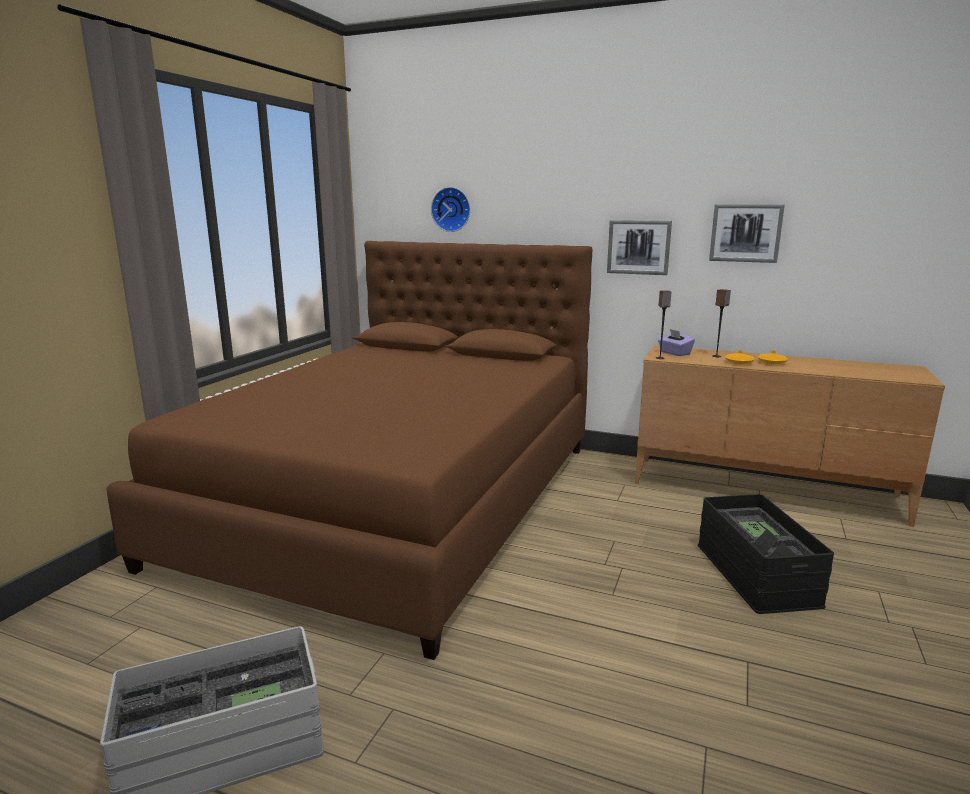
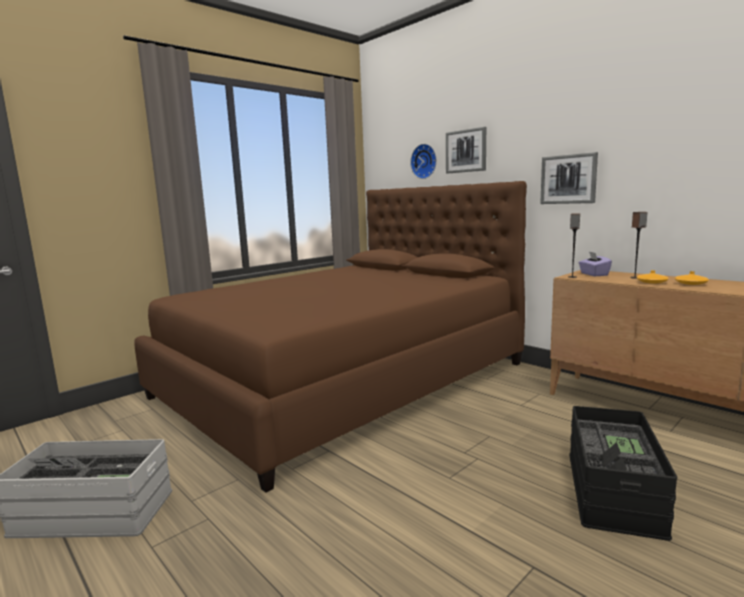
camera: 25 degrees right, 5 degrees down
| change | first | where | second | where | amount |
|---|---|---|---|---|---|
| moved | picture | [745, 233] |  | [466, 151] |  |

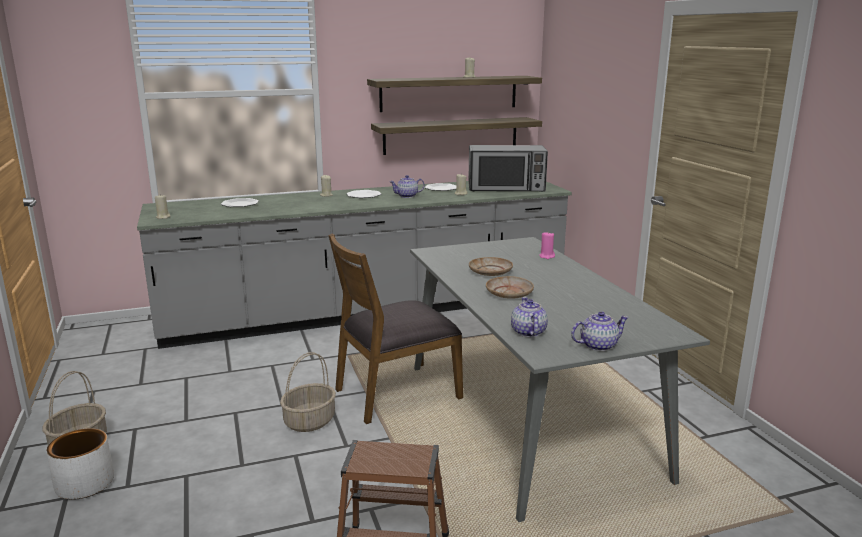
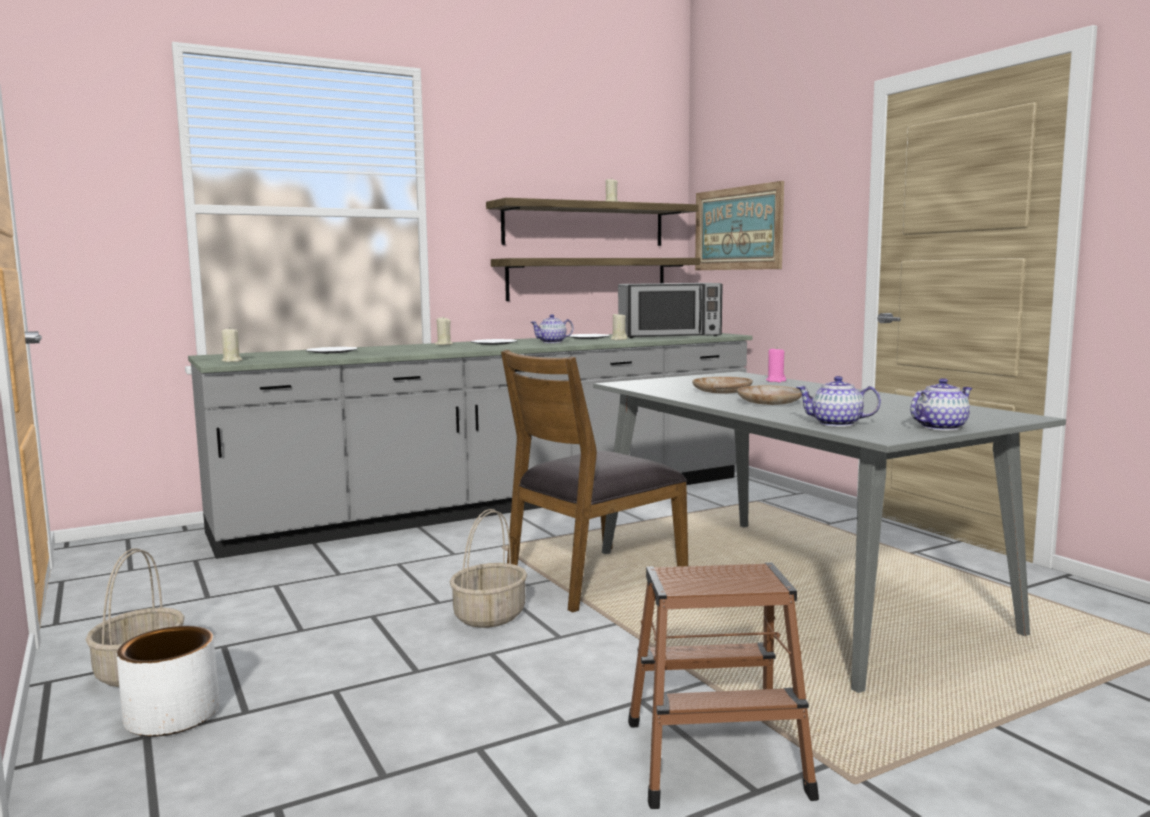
camera: 10 degrees left, 10 degrees down
| change | first | where | second | where | amount |
|---|---|---|---|---|---|
| turned | teapot | [528, 332] |  | [837, 424] | 60 degrees counterclockwise |
| added |  |  | picture | [737, 228] |  |

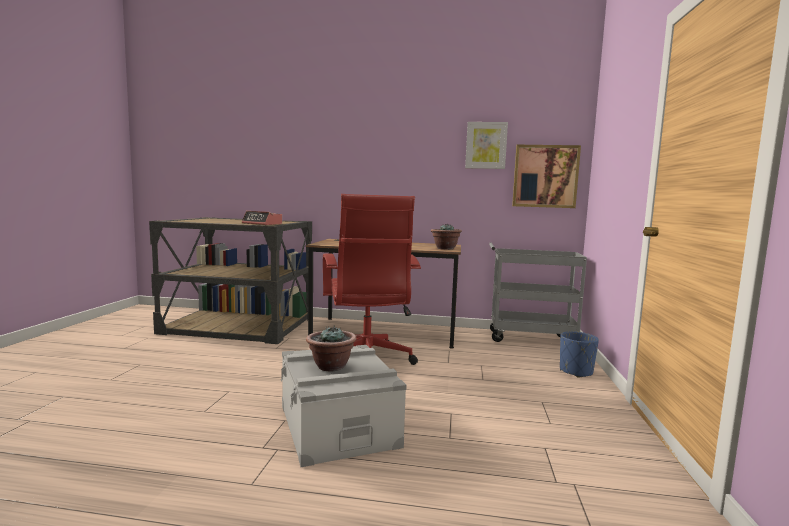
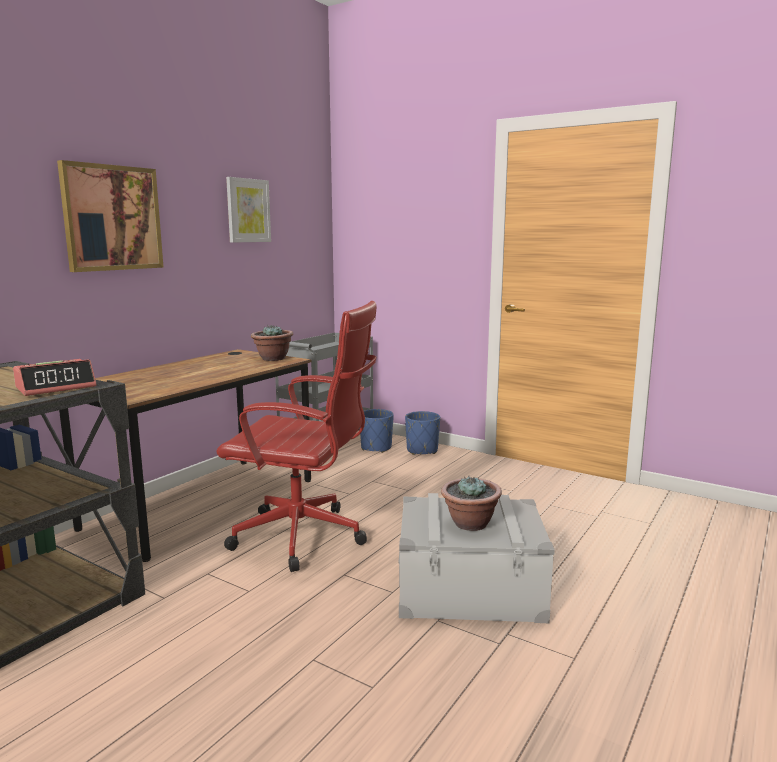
camera: 65 degrees left, 5 degrees up
| change | first | where | second | where | amount |
|---|---|---|---|---|---|
| moved | picture | [545, 176] |  | [112, 218] |  |
| added |  |  | blue planter | [376, 448] |  |

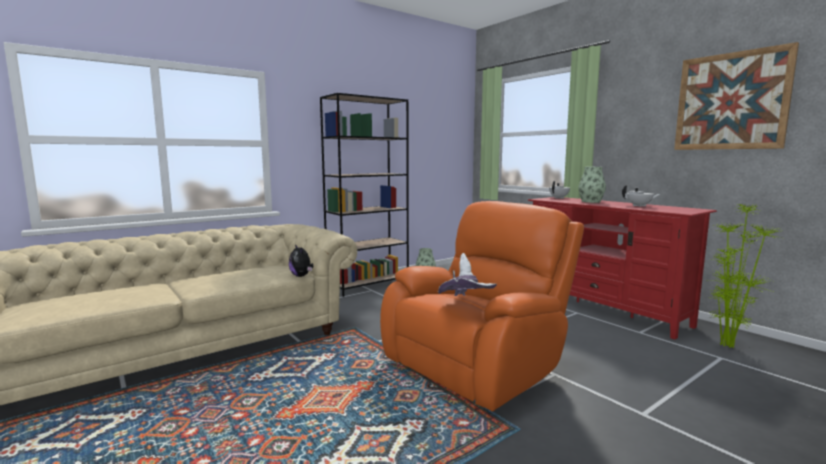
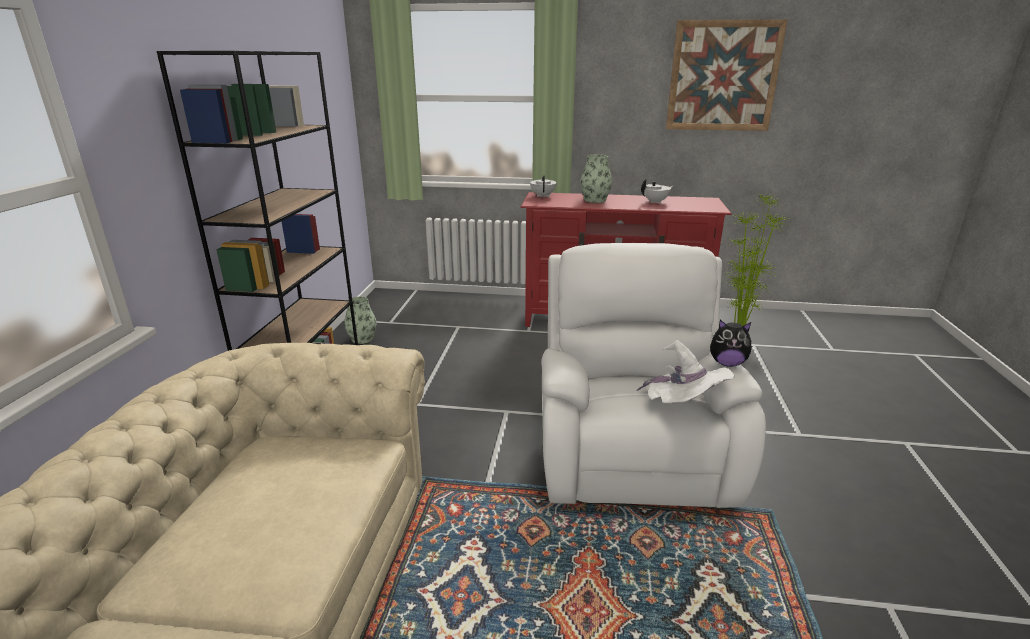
camera: 45 degrees left, 15 degrees up
| change | first | where | second | where | amount |
|---|---|---|---|---|---|
| moved | plush toy | [301, 276] |  | [727, 363] |  |
| recoloured | orange armchair | [477, 365] | white armchair | [632, 454] |  |

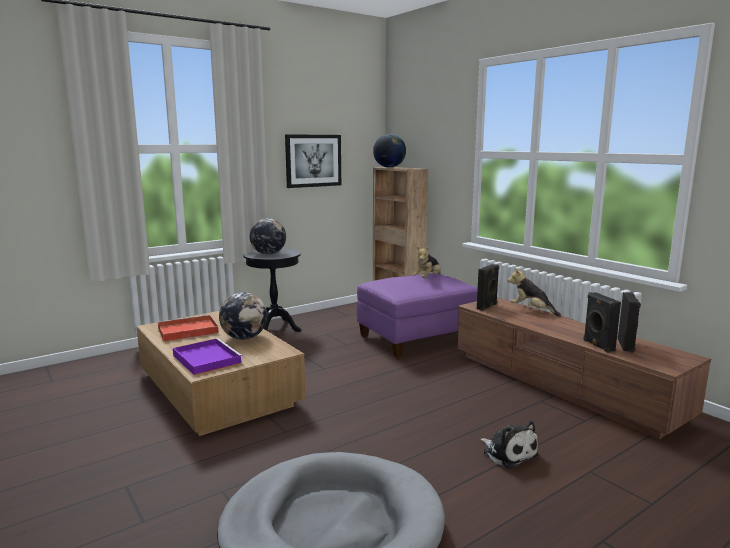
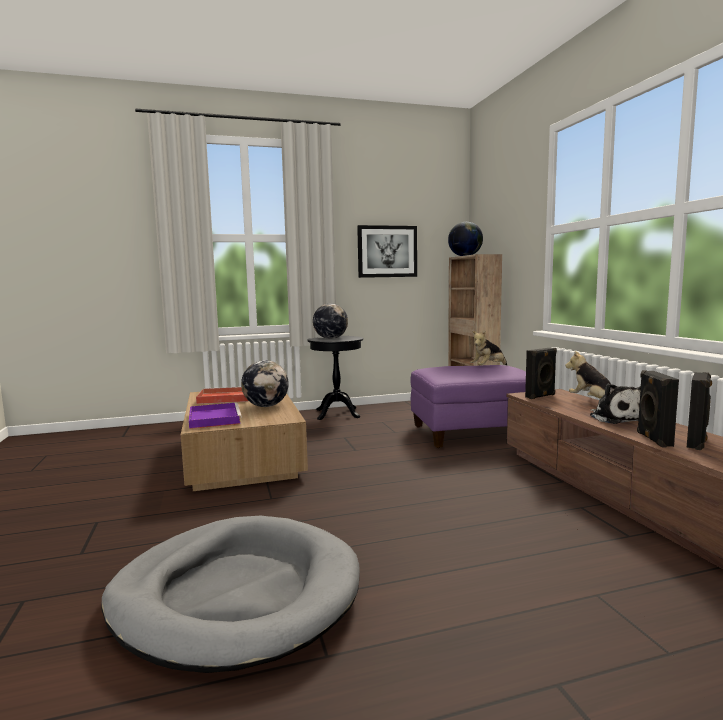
camera: 20 degrees right, 5 degrees down
| change | first | where | second | where | amount |
|---|---|---|---|---|---|
| moved | plush toy | [508, 453] |  | [616, 418] |  |

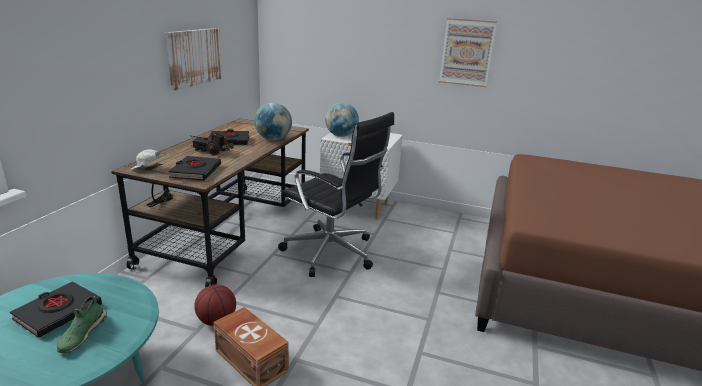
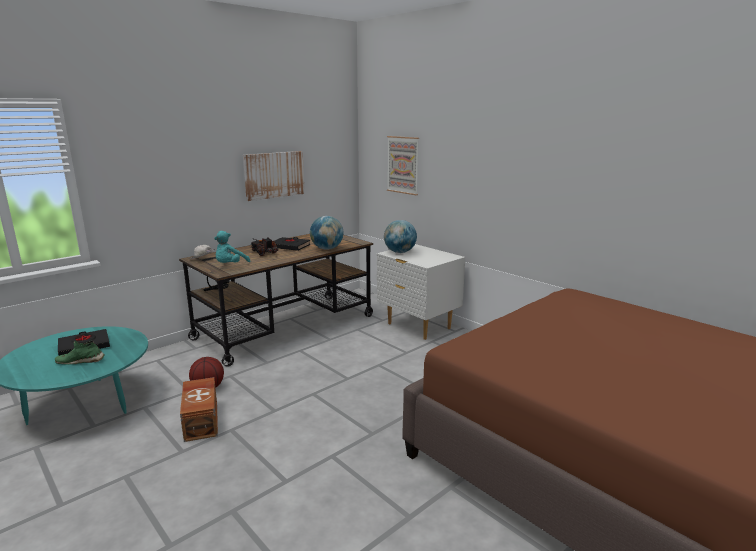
camera: 30 degrees right, 5 degrees down
| change | first | where | second | where | amount |
|---|---|---|---|---|---|
| turned | green shoe | [82, 334] |  | [81, 361] | 45 degrees clockwise |
| replaced | black book | [195, 171] | turquoise plush toy | [230, 265] |  |
| removed | black office chair | [332, 253] |  |  |  |
| moved | picture | [467, 52] |  | [403, 165] |  |

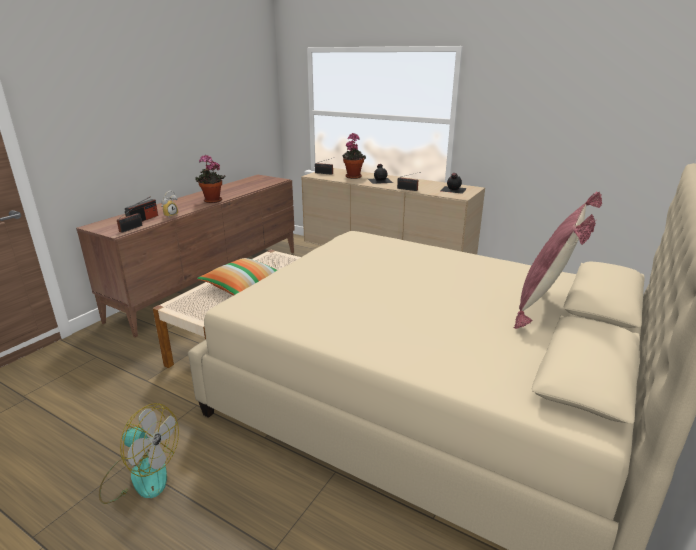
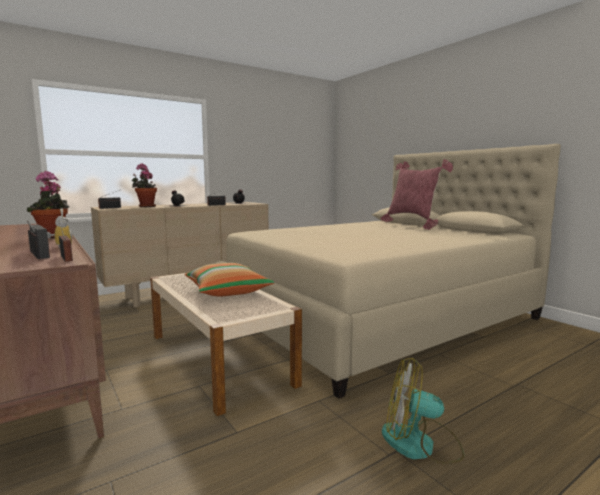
camera: 65 degrees left, 15 degrees down
| change | first | where | second | where | amount |
|---|---|---|---|---|---|
| turned | fan | [140, 475] |  | [420, 444] | 120 degrees counterclockwise |

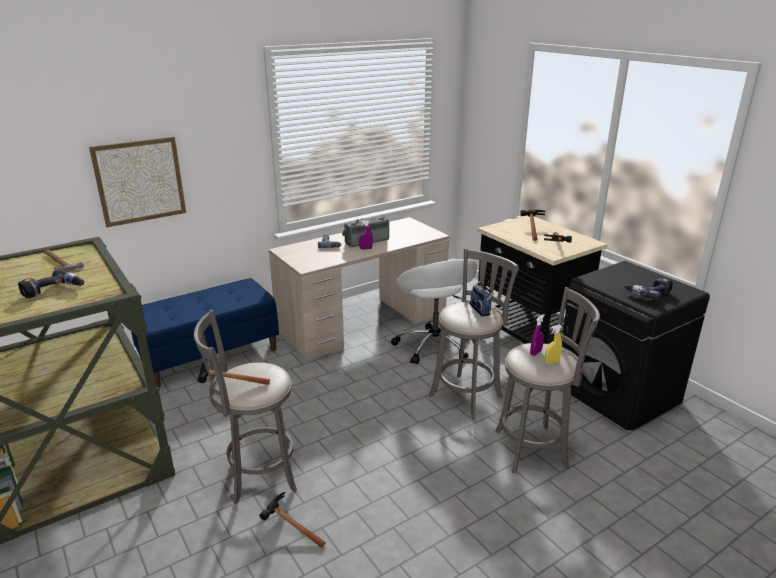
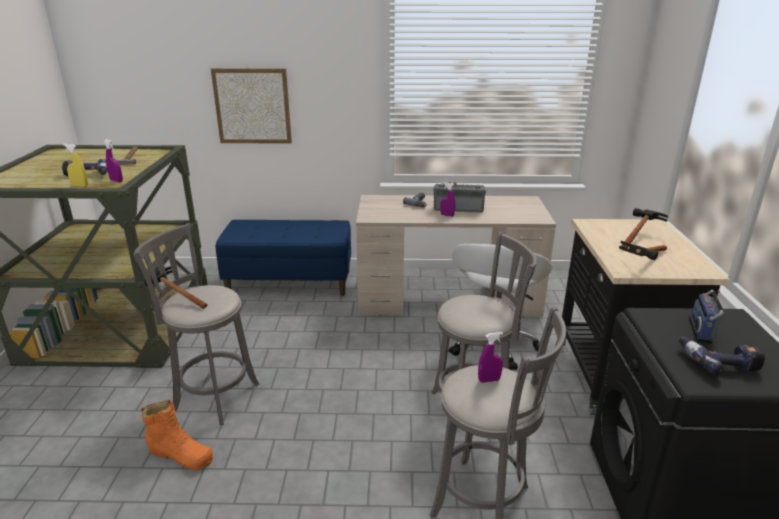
camera: 35 degrees right, 0 degrees up
| change | first | where | second | where | amount |
|---|---|---|---|---|---|
| replaced | hammer | [288, 528] | orange boot | [180, 454] |  |
| moved | radio | [481, 309] |  | [703, 331] |  |
| moved | yellow spray bottle | [551, 362] |  | [80, 186] |  |
| added |  |  | purple spray bottle | [116, 181] |  |

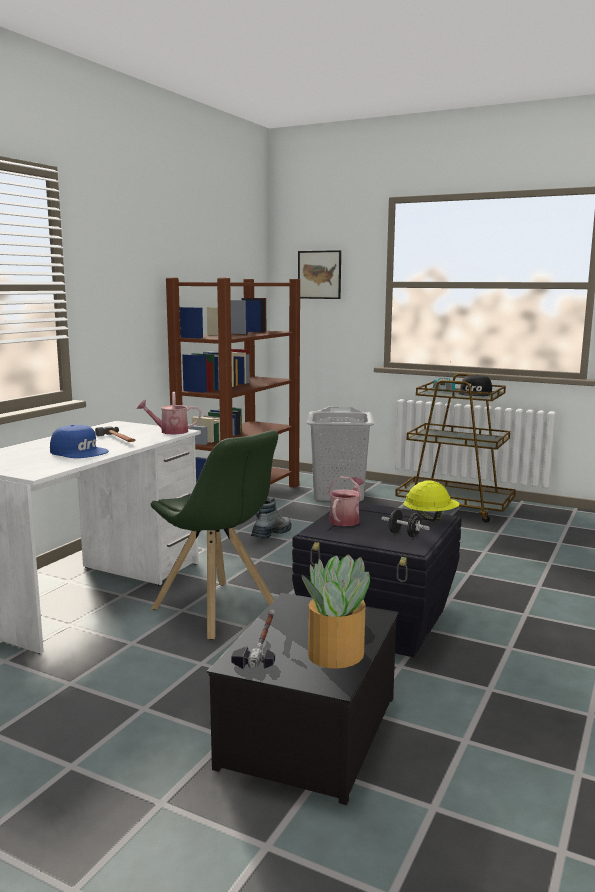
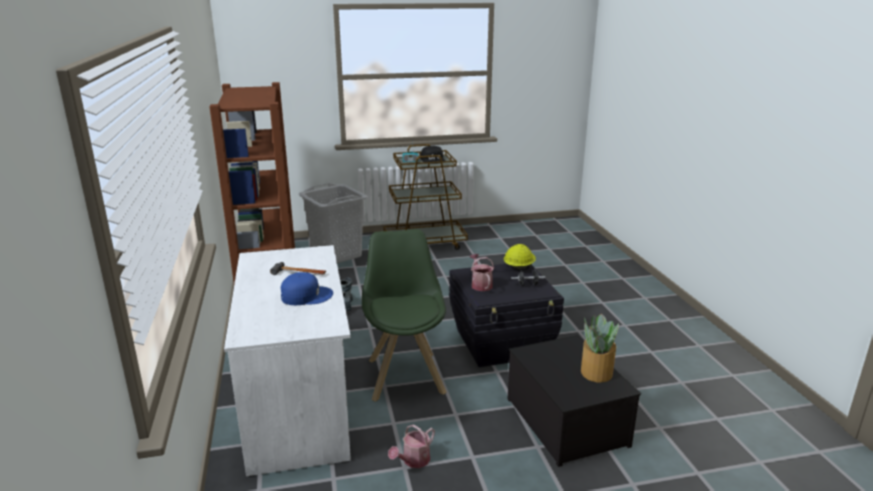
camera: 40 degrees left, 10 degrees up
| change | first | where | second | where | amount |
|---|---|---|---|---|---|
| moved | watering can | [170, 431] |  | [413, 461] |  |
| turned | green chair | [216, 610] |  | [405, 376] | 105 degrees counterclockwise |
| removed | hammer | [261, 642] |  |  |  |
| removed | picture | [319, 274] |  |  |  |

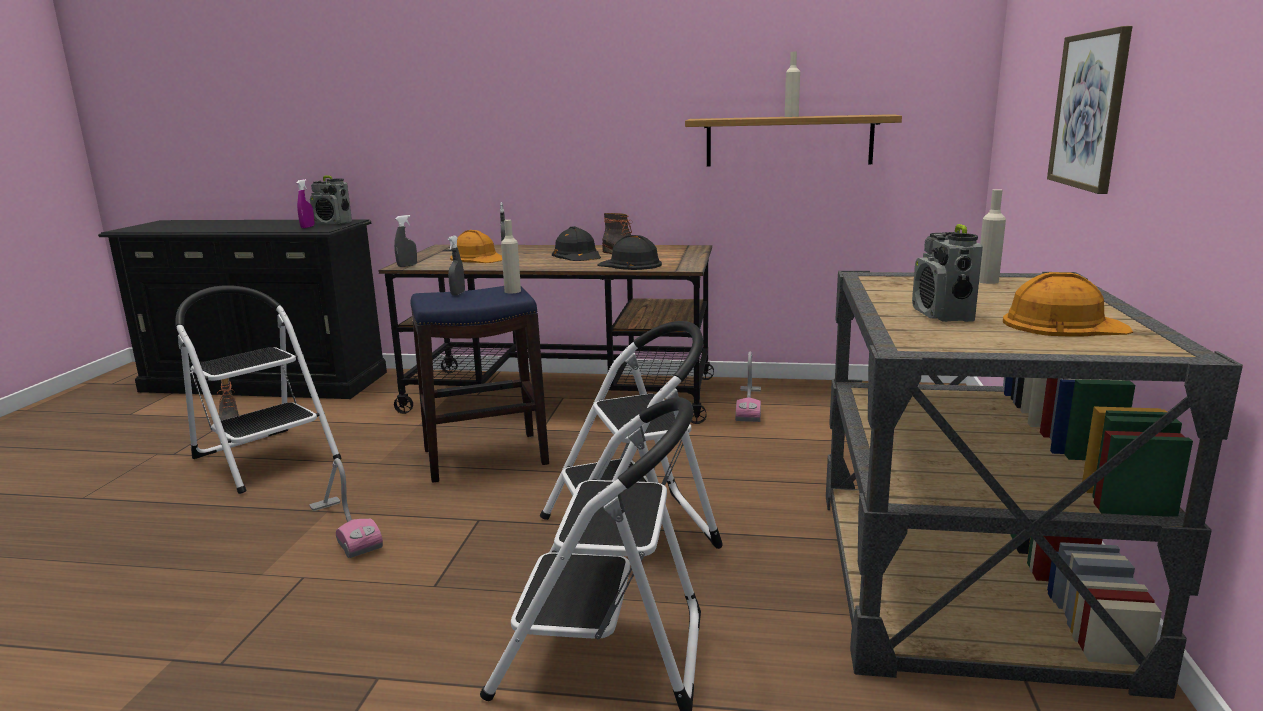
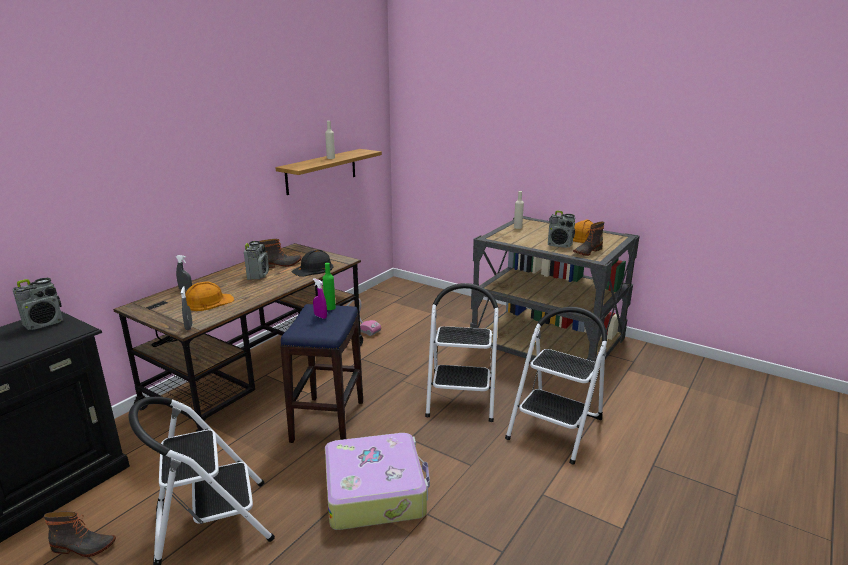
camera: 65 degrees left, 5 degrees up
| change | first | where | second | where | amount |
|---|---|---|---|---|---|
| moved | purple spray bottle | [307, 227] |  | [320, 316] |  |
| replaced | vacuum cleaner | [344, 528] | suitcase | [375, 491] |  |
| removed | grey spray bottle | [458, 294] |  |  |  |
| recoloured | beige bottle | [512, 291] | green bottle | [330, 307] |  |
| replaced | black hard hat | [577, 255] | radio | [258, 275] |  |
| removed | picture | [1089, 110] |  |  |  |
| added |  |  | boot | [587, 251] |  |

